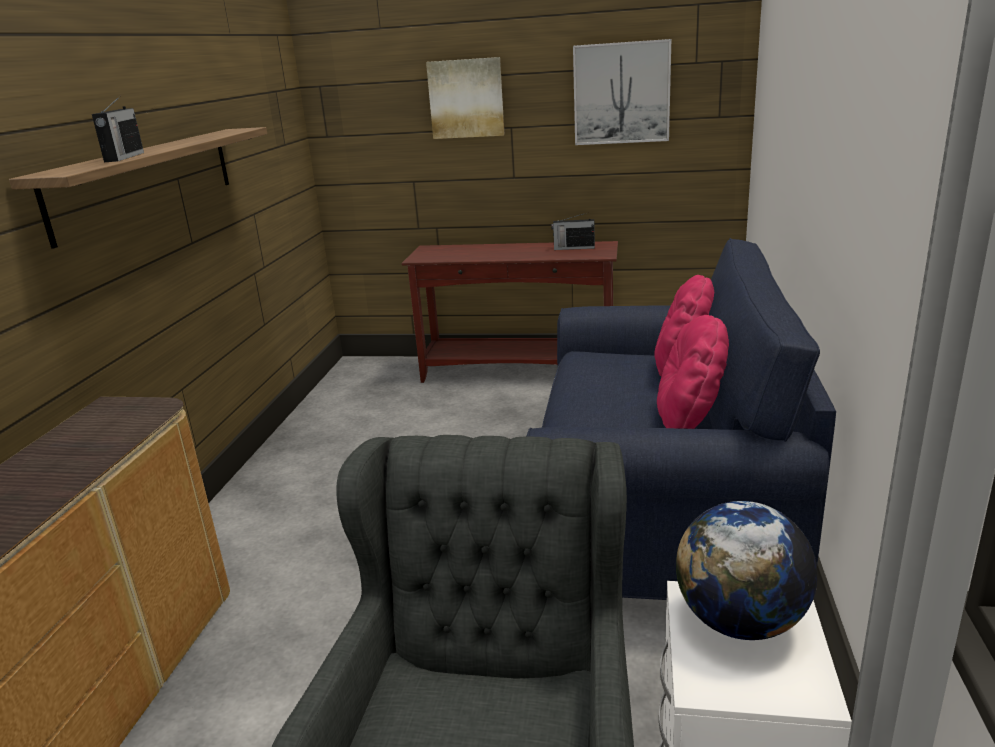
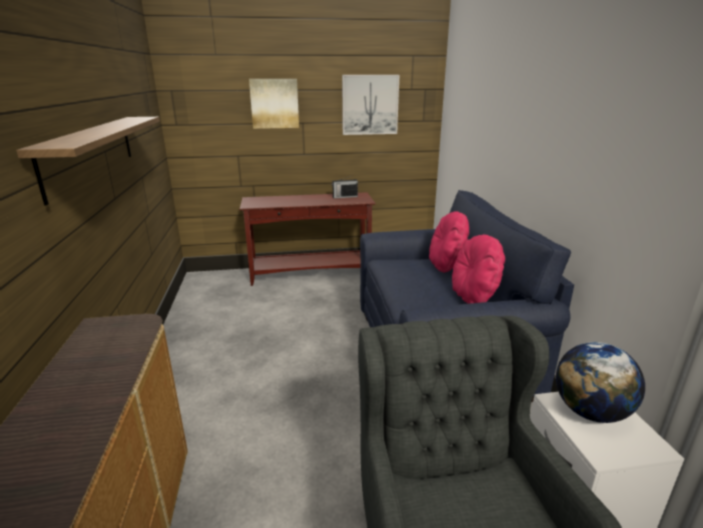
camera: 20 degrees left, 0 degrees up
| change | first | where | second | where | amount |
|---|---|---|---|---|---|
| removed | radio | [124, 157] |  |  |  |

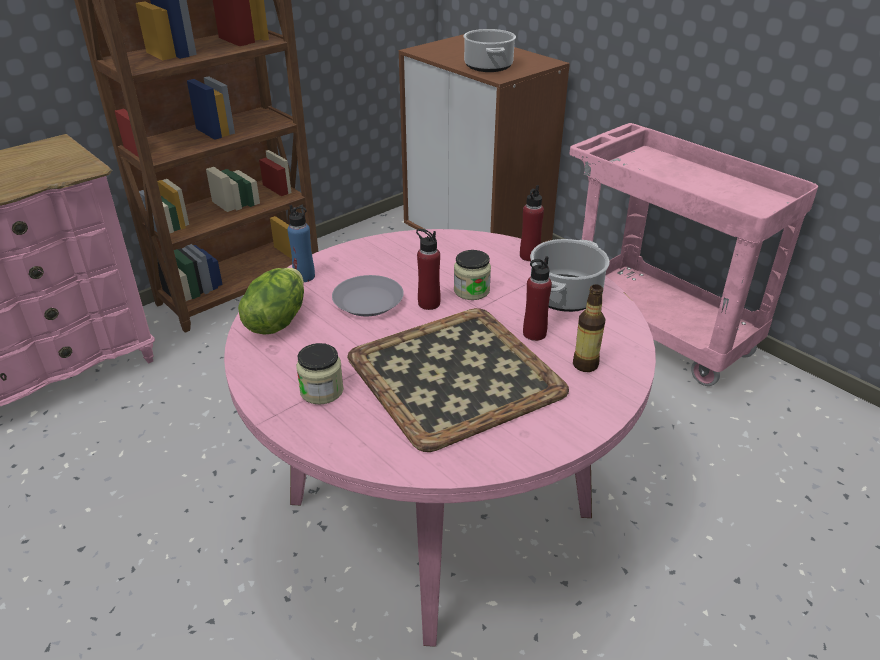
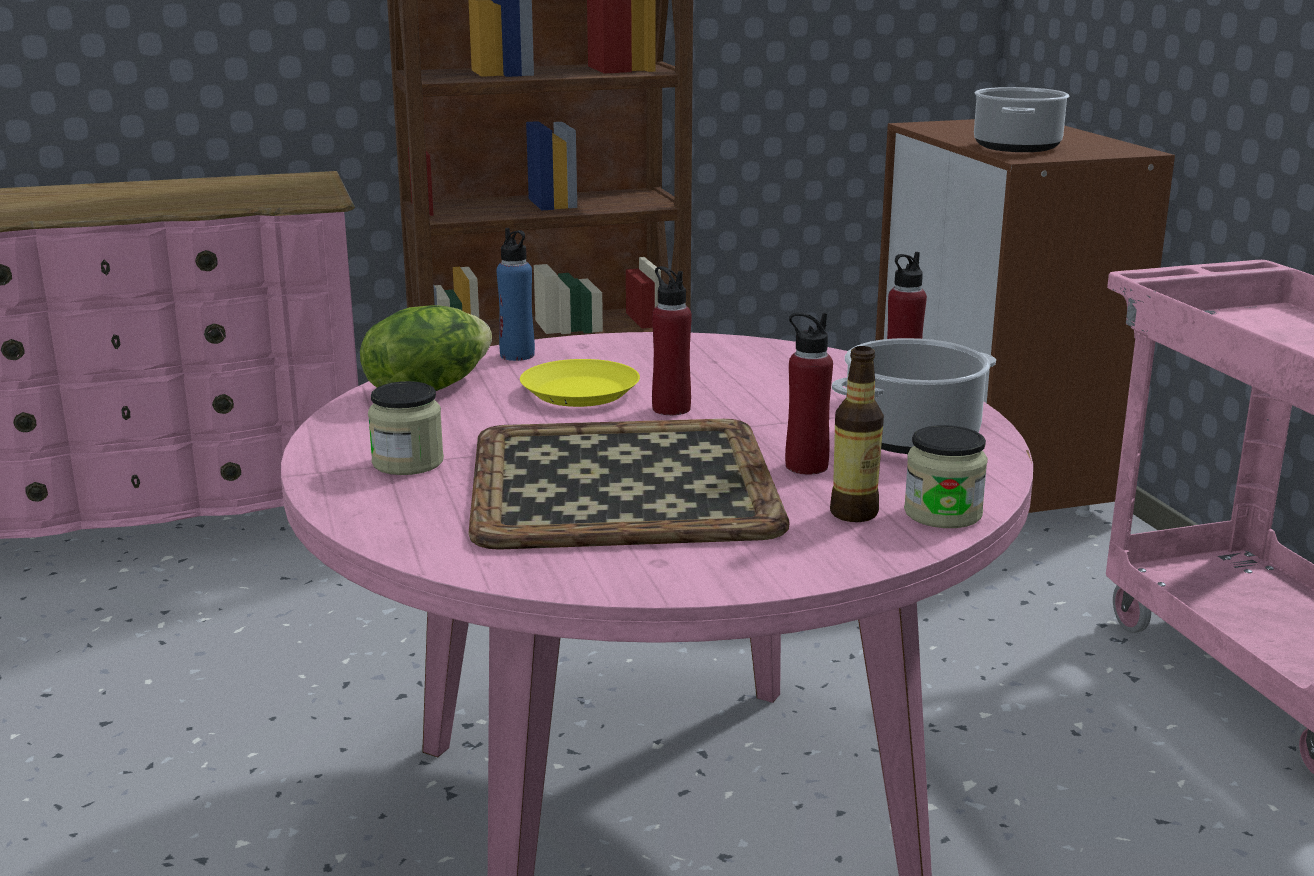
camera: 25 degrees right, 15 degrees down
| change | first | where | second | where | amount |
|---|---|---|---|---|---|
| recoloured | grey plate | [369, 301] | yellow plate | [581, 392] |  |
| moved | jar | [471, 291] |  | [943, 513] |  |

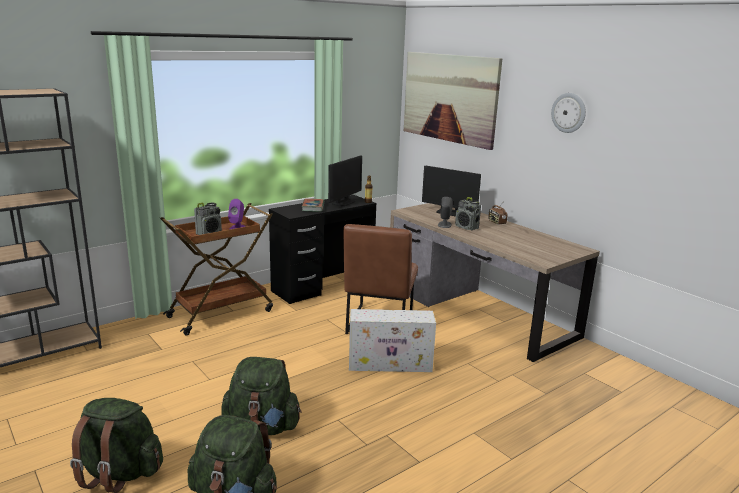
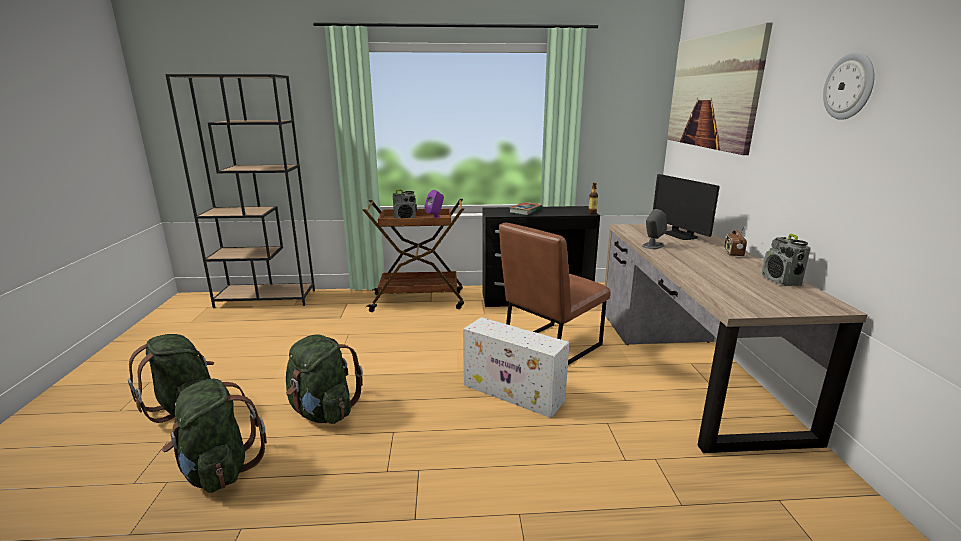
camera: 35 degrees right, 0 degrees up
| change | first | where | second | where | amount |
|---|---|---|---|---|---|
| removed | monitor | [343, 202] |  |  |  |
| moved | radio | [467, 227] |  | [781, 281] |  |

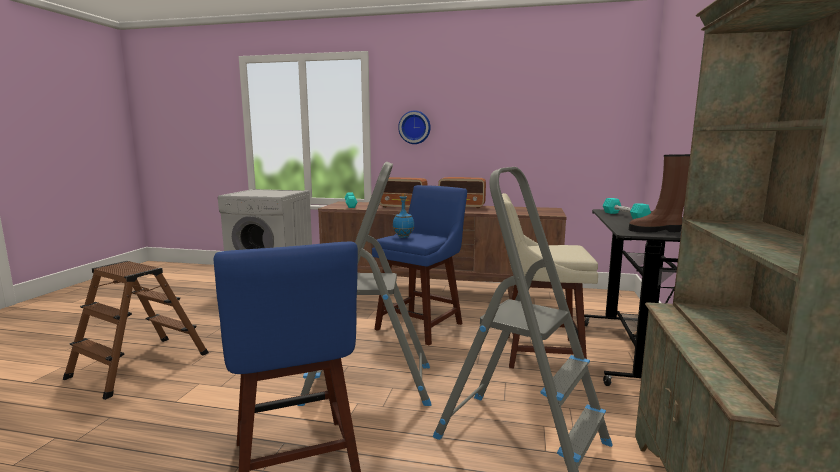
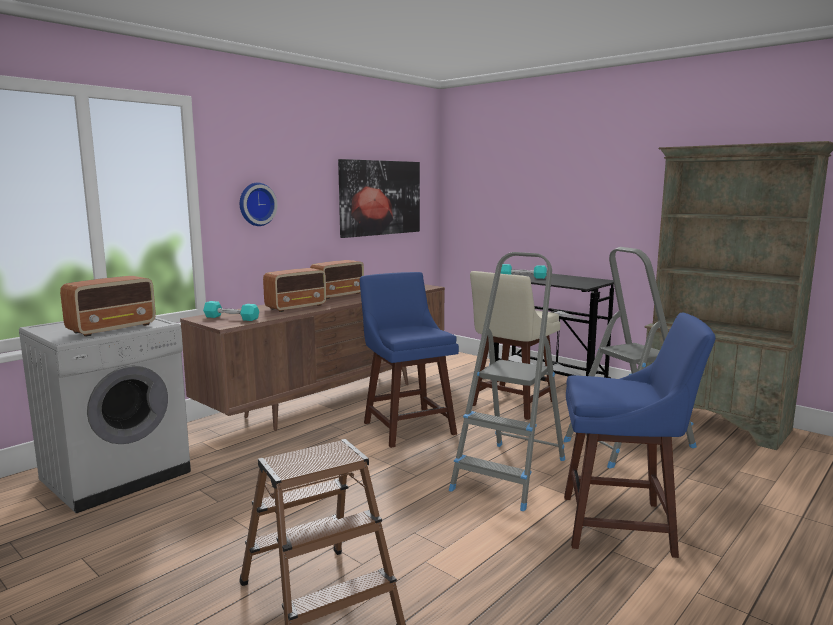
camera: 60 degrees left, 0 degrees up
| change | first | where | second | where | amount |
|---|---|---|---|---|---|
| removed | blue bottle | [403, 237] |  |  |  |
| removed | brown boot | [656, 230] |  |  |  |
| added |  |  | radio | [113, 328] |  |
| added |  |  | picture | [380, 198] |  |

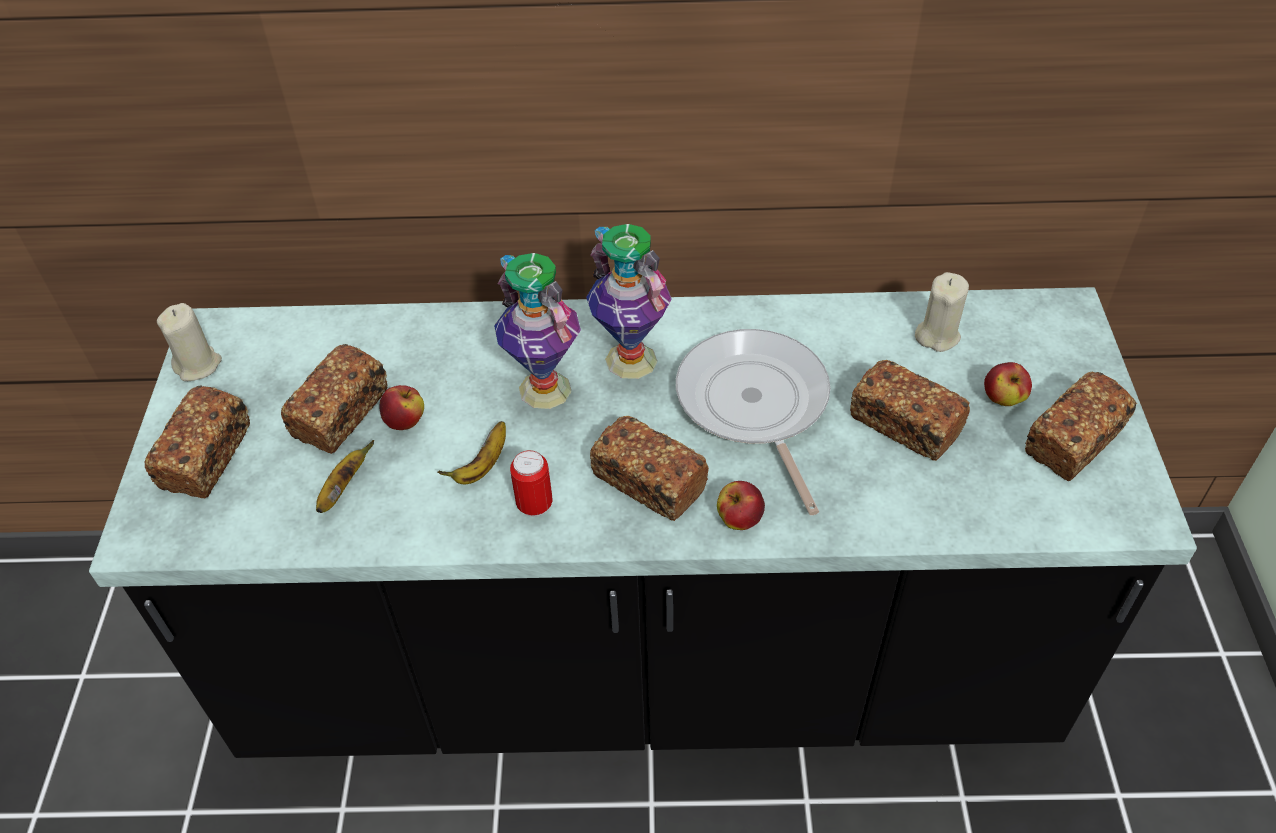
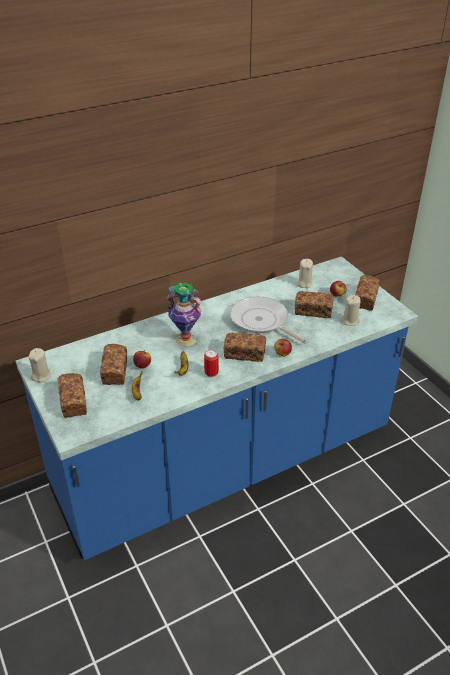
camera: 30 degrees left, 10 degrees down
| change | first | where | second | where | amount |
|---|---|---|---|---|---|
| recoloured | black counter | [646, 662] | blue counter | [225, 463] |  |
| removed | vase | [630, 360] |  |  |  |
| added |  |  | beige candle | [350, 321] |  |

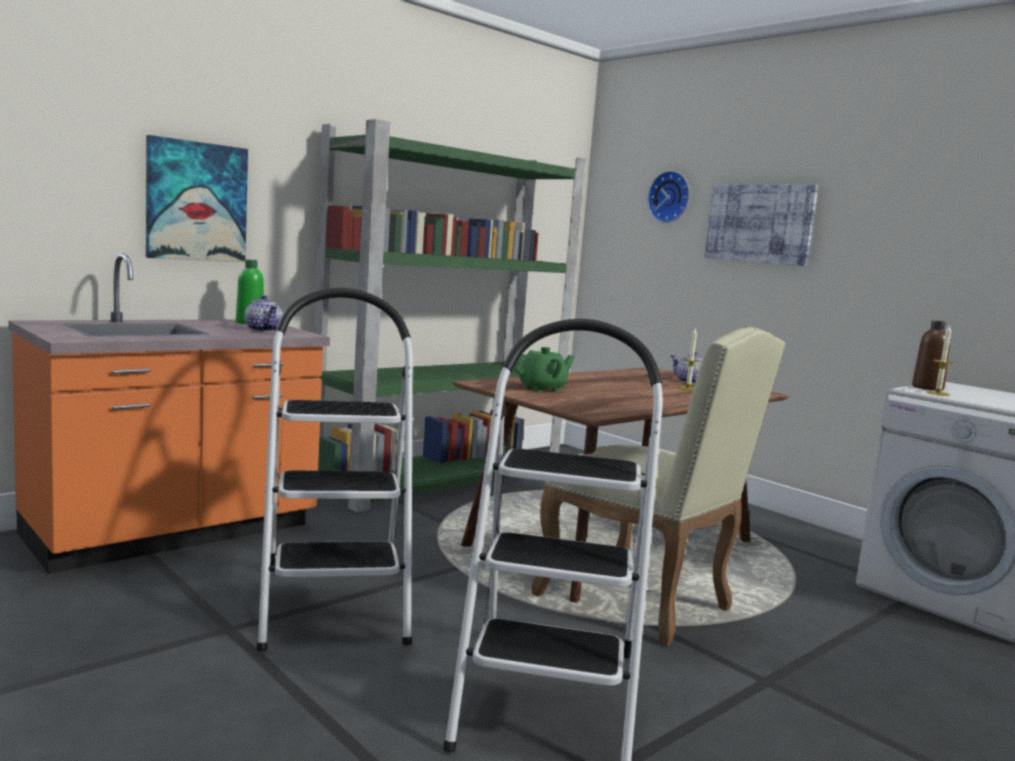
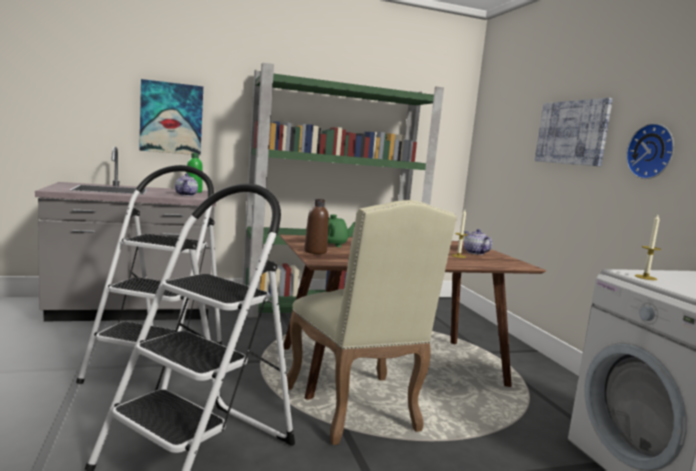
camera: 25 degrees right, 0 degrees up
| change | first | where | second | where | amount |
|---|---|---|---|---|---|
| recoloured | orange counter | [173, 532] | grey counter | [132, 311] |  |
| moved | wall clock | [670, 197] |  | [652, 151] |  |
| moved | brown bottle | [927, 388] |  | [315, 252] |  |

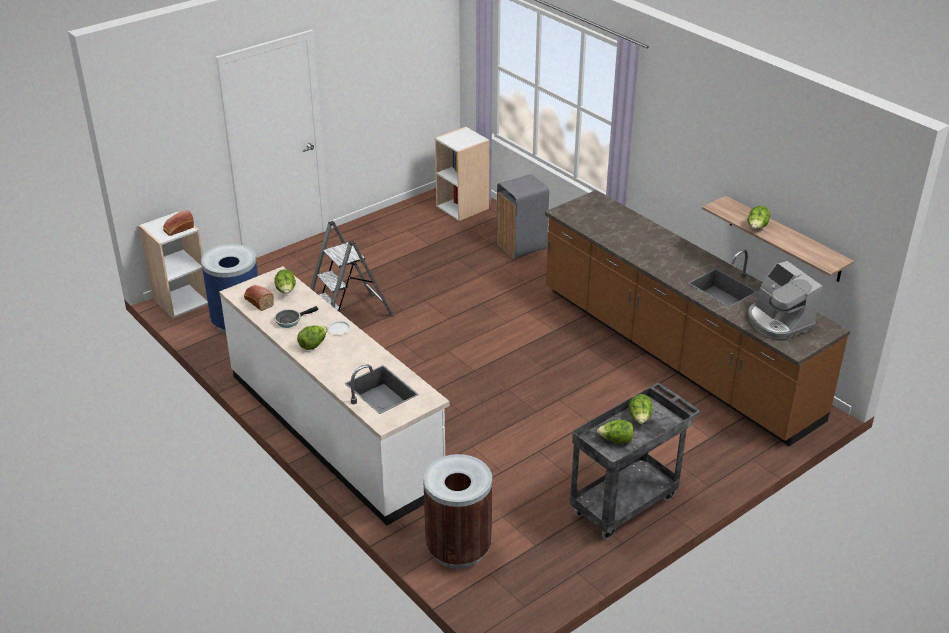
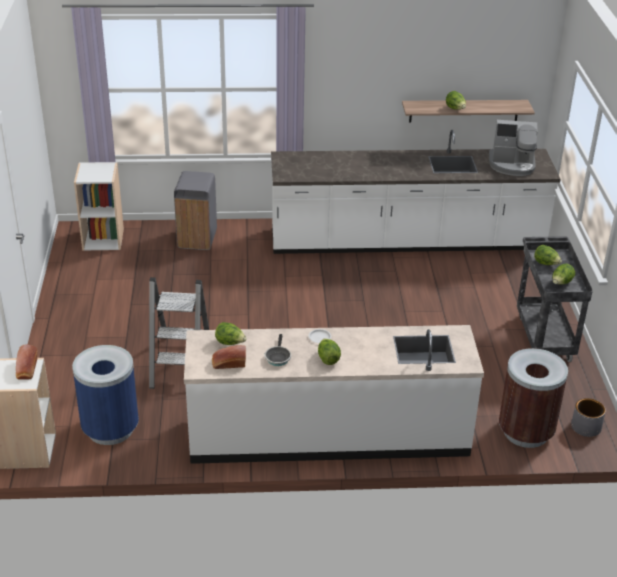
camera: 55 degrees left, 0 degrees up
| change | first | where | second | where | amount |
|---|---|---|---|---|---|
| recoloured | brown counter | [675, 354] | white counter | [406, 242] |  |
| added |  |  | grey planter | [586, 427] |  |

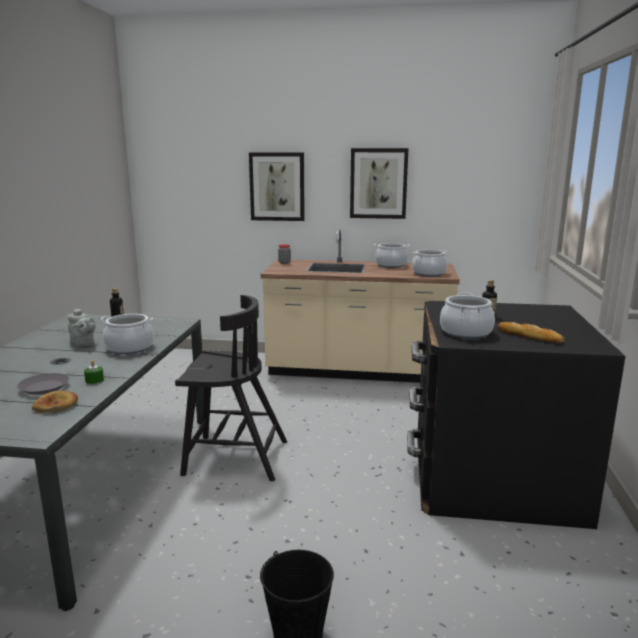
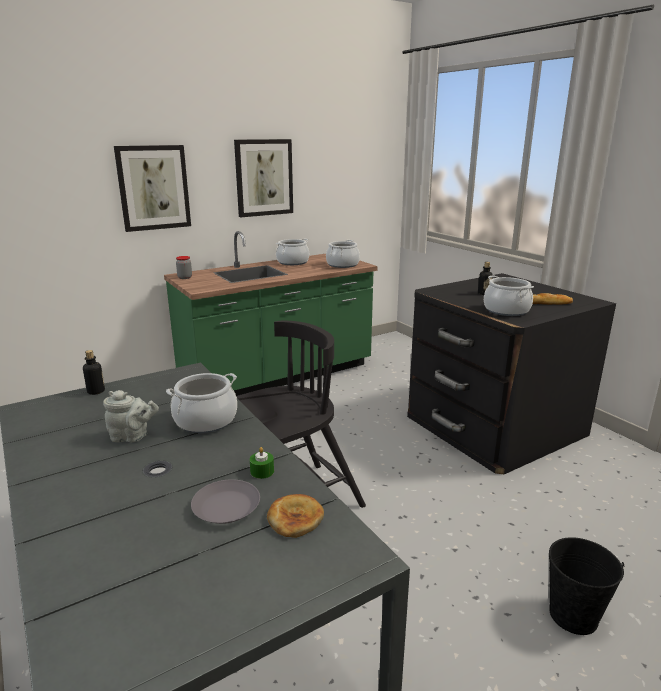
camera: 40 degrees left, 5 degrees up
| change | first | where | second | where | amount |
|---|---|---|---|---|---|
| recoloured | beige counter | [358, 371] | green counter | [278, 376] |  |

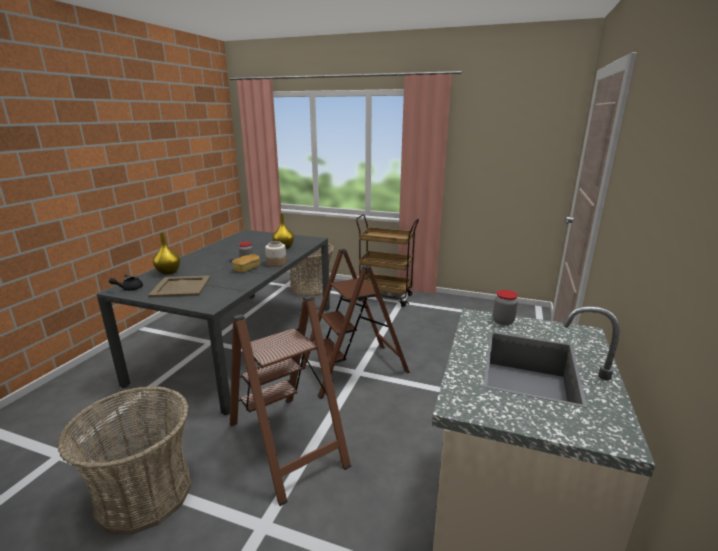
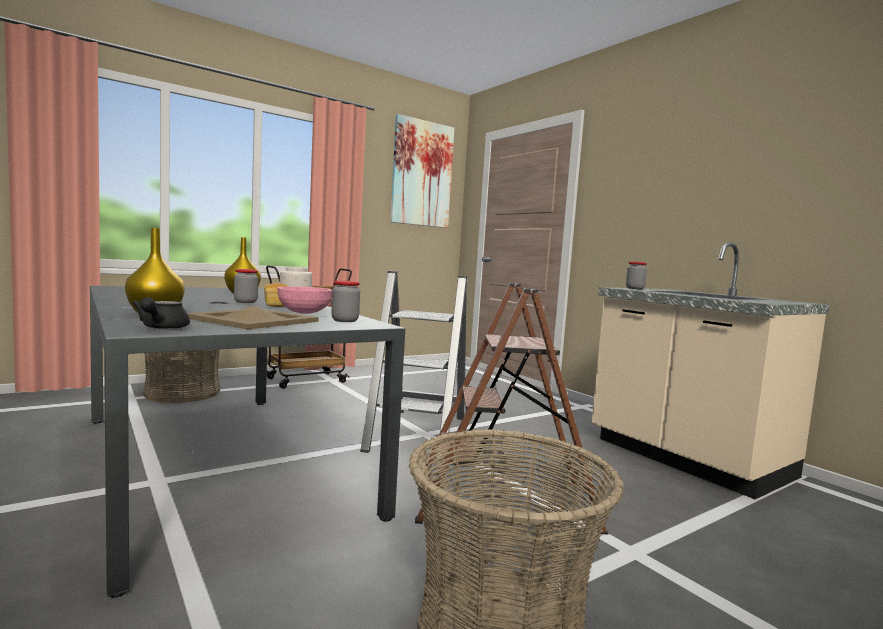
camera: 55 degrees left, 15 degrees down
| change | first | where | second | where | amount |
|---|---|---|---|---|---|
| recoloured | brown step ladder | [355, 369] | grey step ladder | [418, 432] |  |
| added |  |  | pink bowl | [304, 313] |  |
| added |  |  | jar | [345, 320] |  |
| added |  |  | picture | [422, 173] |  |

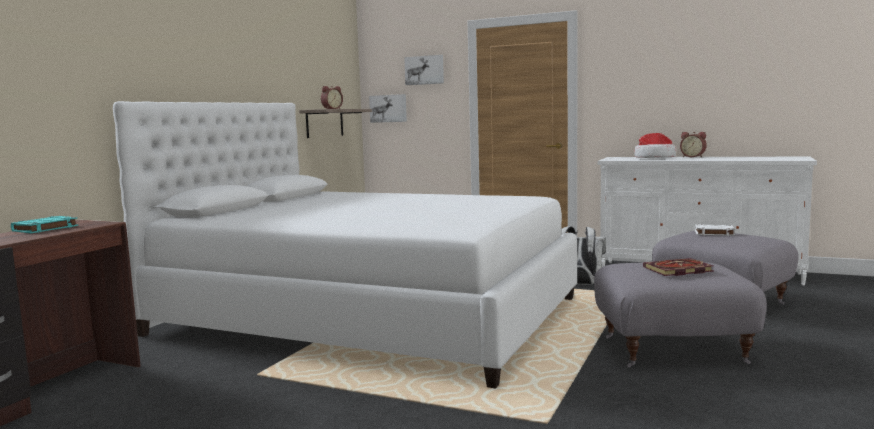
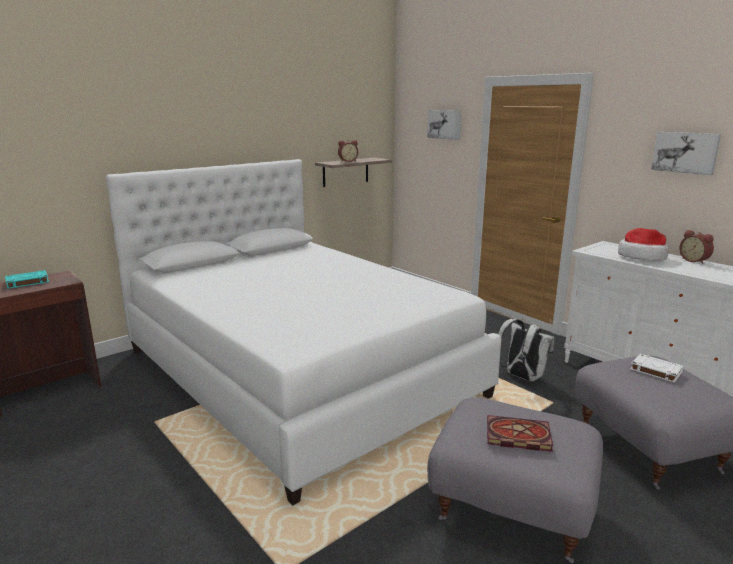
camera: 25 degrees right, 10 degrees up
| change | first | where | second | where | amount |
|---|---|---|---|---|---|
| moved | picture | [388, 108] |  | [685, 152] |  |

